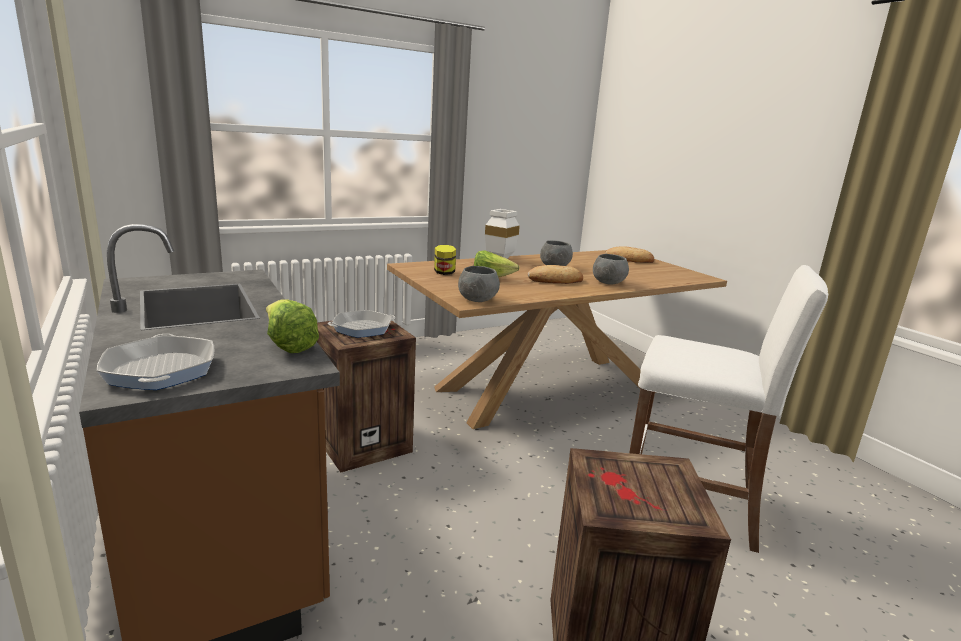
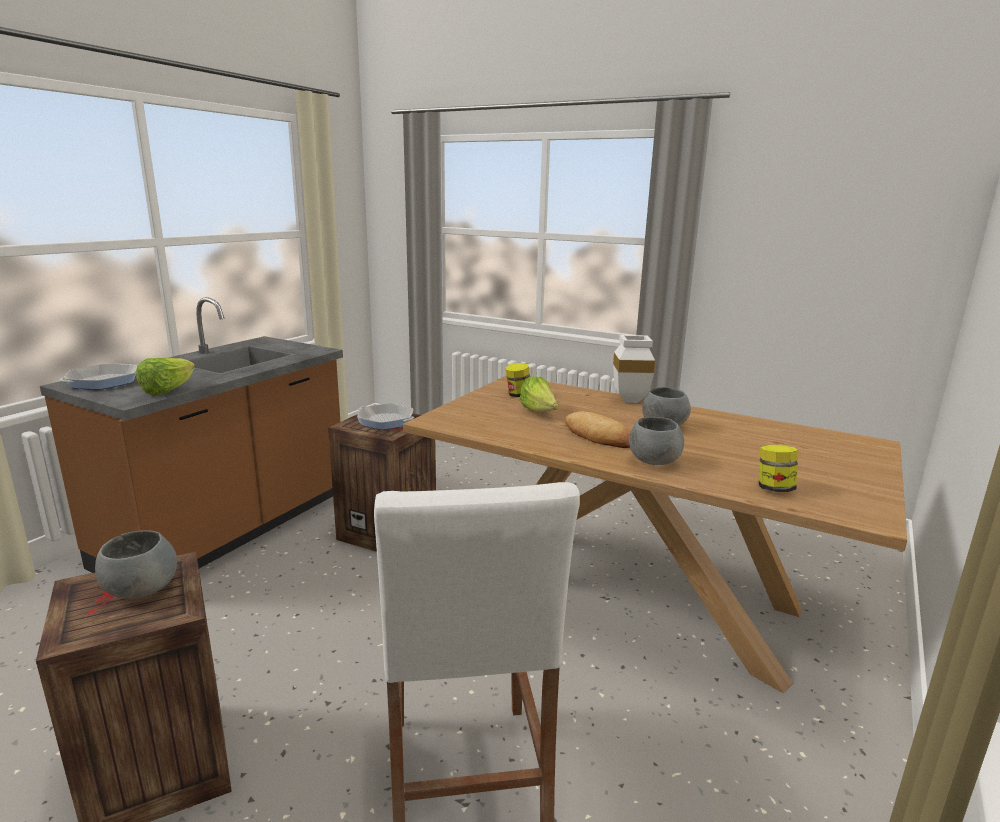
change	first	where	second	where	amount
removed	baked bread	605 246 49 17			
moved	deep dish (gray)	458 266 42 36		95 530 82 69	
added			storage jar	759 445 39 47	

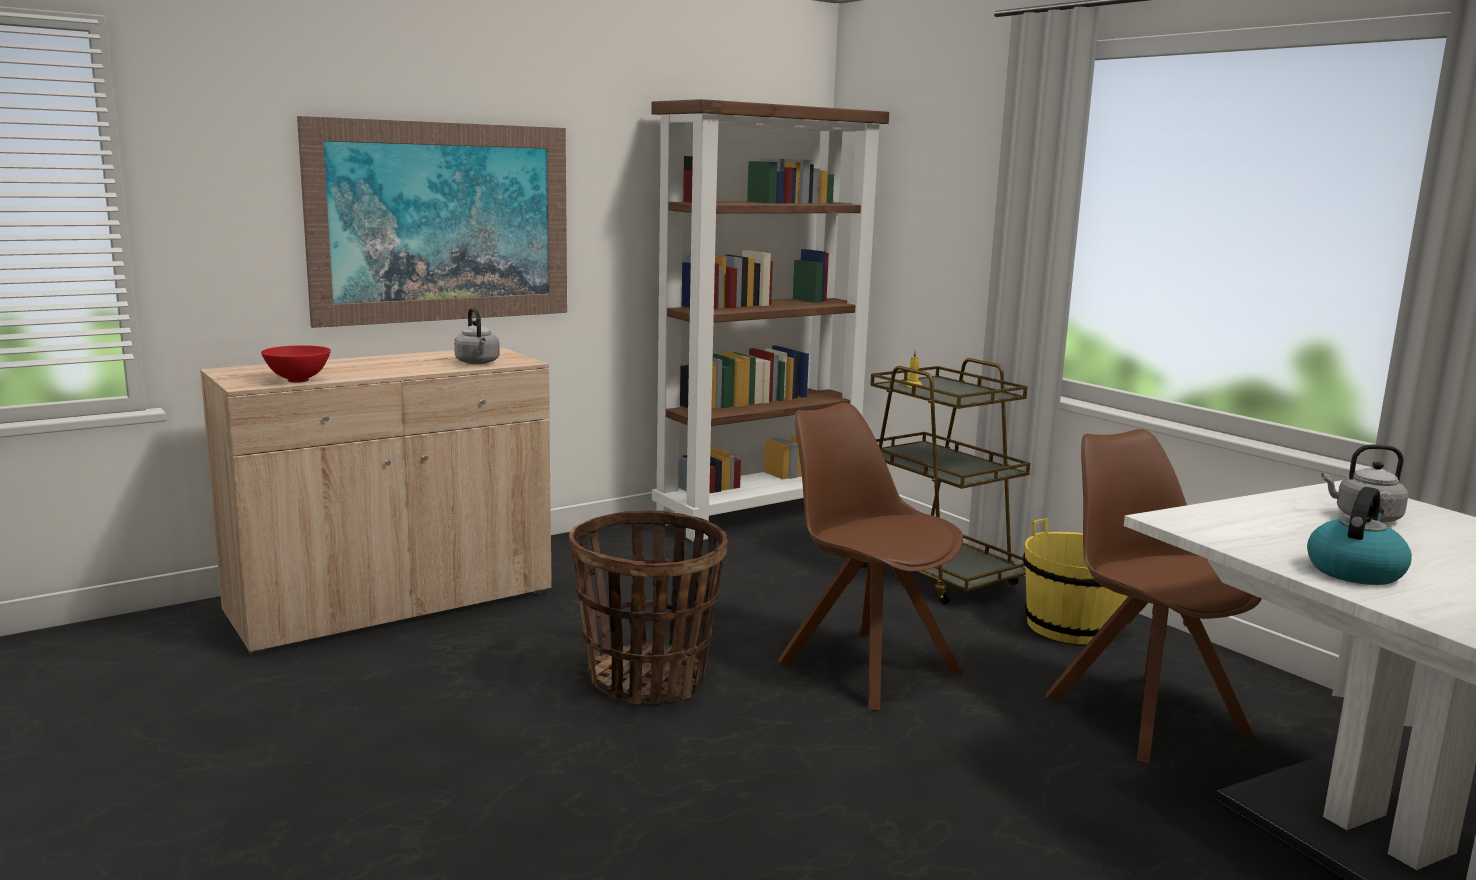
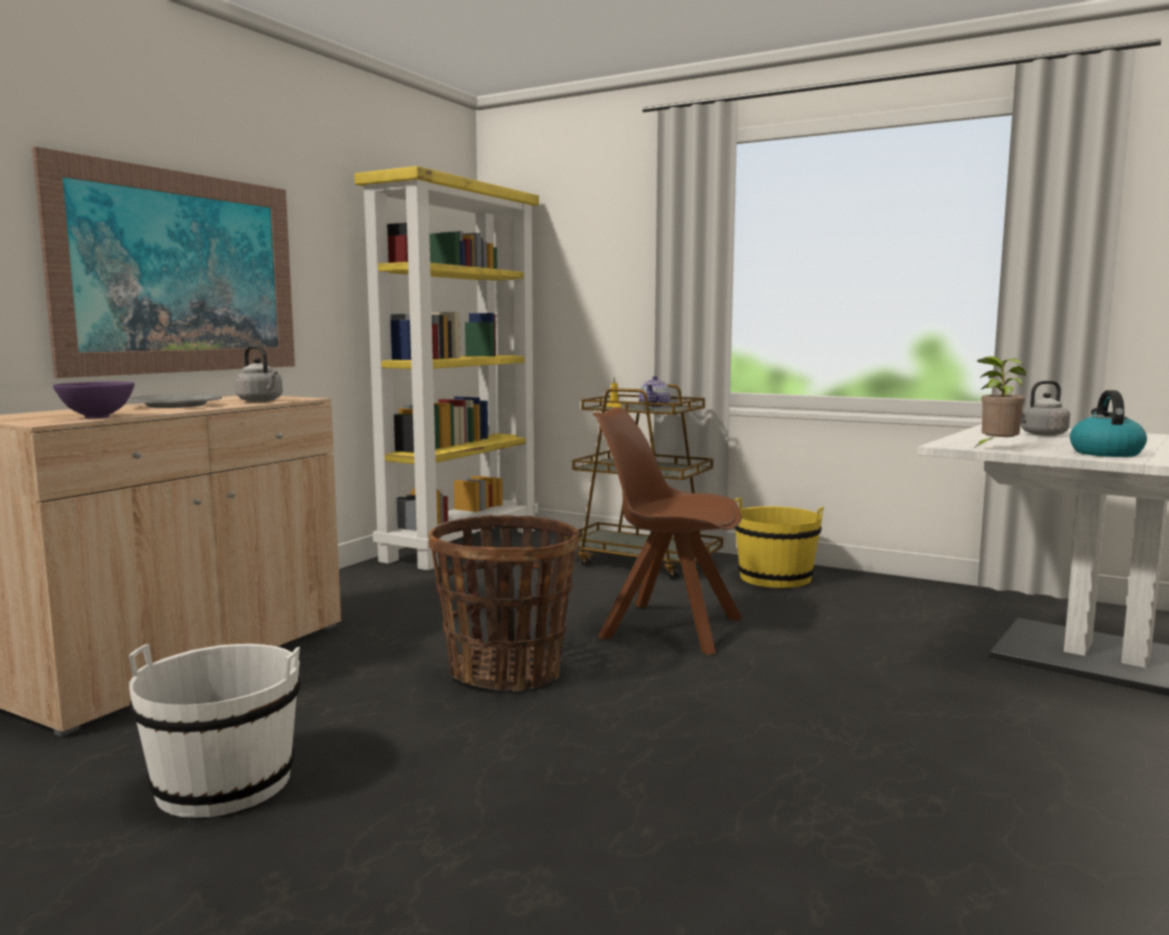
change	first	where	second	where	amount
recoloured	bookshelf (brown-coloured)	651 99 238 443	bookshelf (yellowish)	354 166 185 404	
recoloured	deep dish (red)	261 345 70 38	deep dish (purplish)	53 382 82 37	
removed	upright chair (brown-coloured)	1046 429 216 335			
added			potted plant	976 356 50 91	
added			pot for tea	639 376 32 31	
added			plate (gray)	128 394 94 14	
added			pail (whitish)	128 644 172 174	

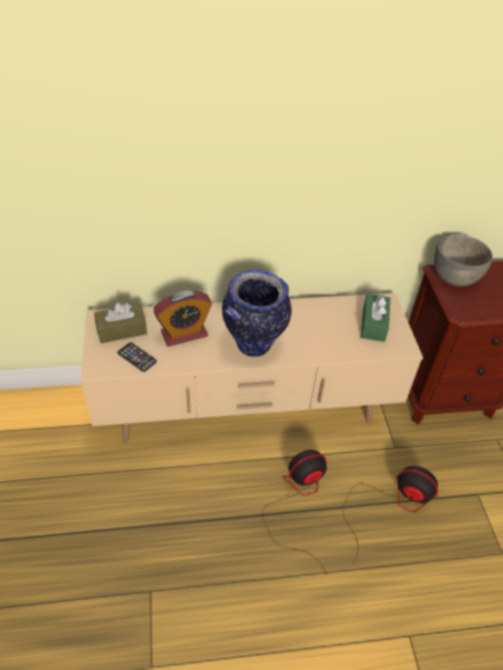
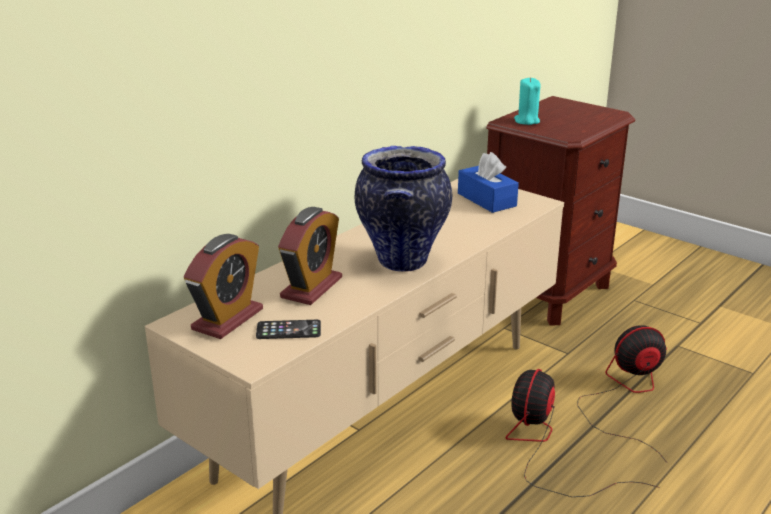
change	first	where	second	where	amount
replaced	deep dish (gray)	434 235 58 51	wax candle (blue-green)	514 77 27 48	
recoloured	tissue holder (green-coloured)	361 293 29 49	tissue holder (bluish)	458 152 61 61	
replaced	tissue holder (brown-coloured)	94 303 53 40	bedside clock	184 234 79 105	

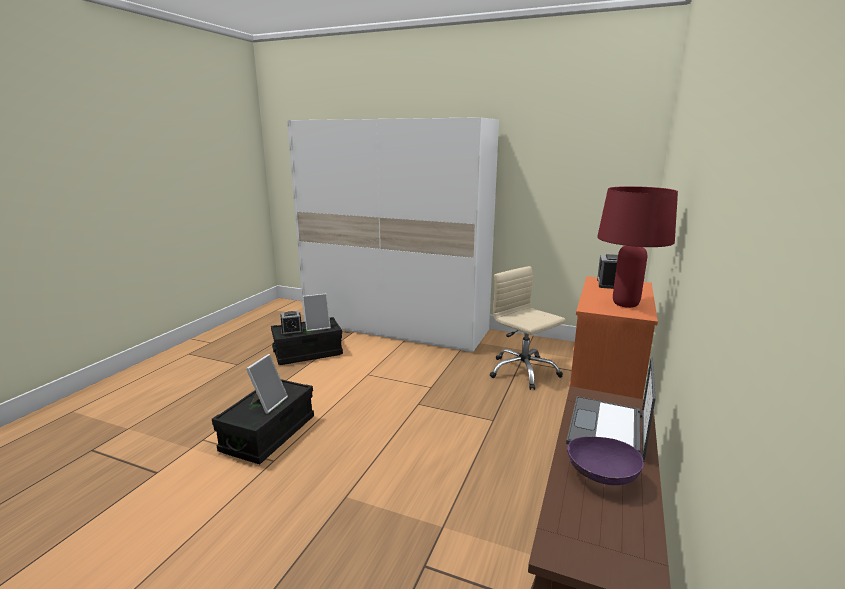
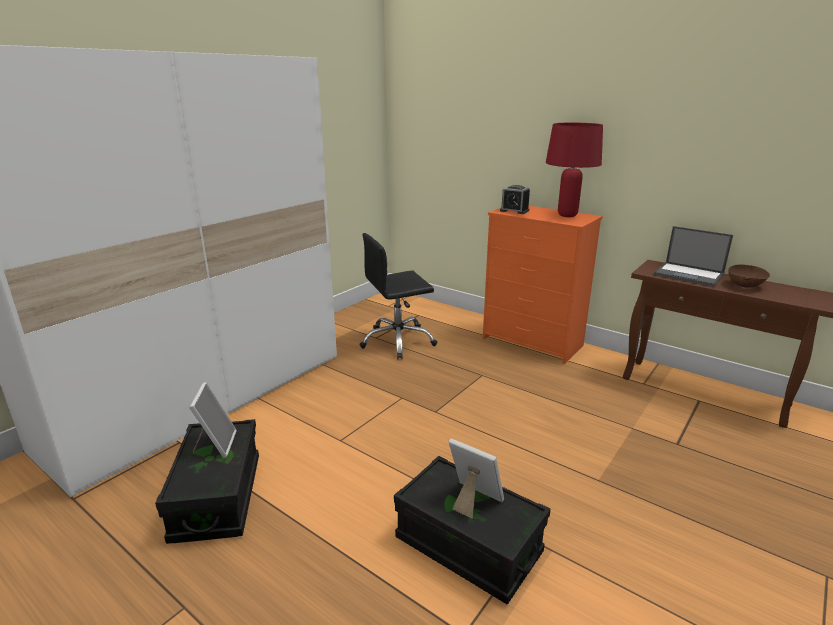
change	first	where	second	where	amount
recoloured	office chair (beige)	490 266 76 124	office chair (blackish)	359 233 78 126	
removed	bedside clock	280 311 23 25			
recoloured	deep dish (purplish)	566 437 78 48	deep dish (brown-coloured)	728 264 42 24	

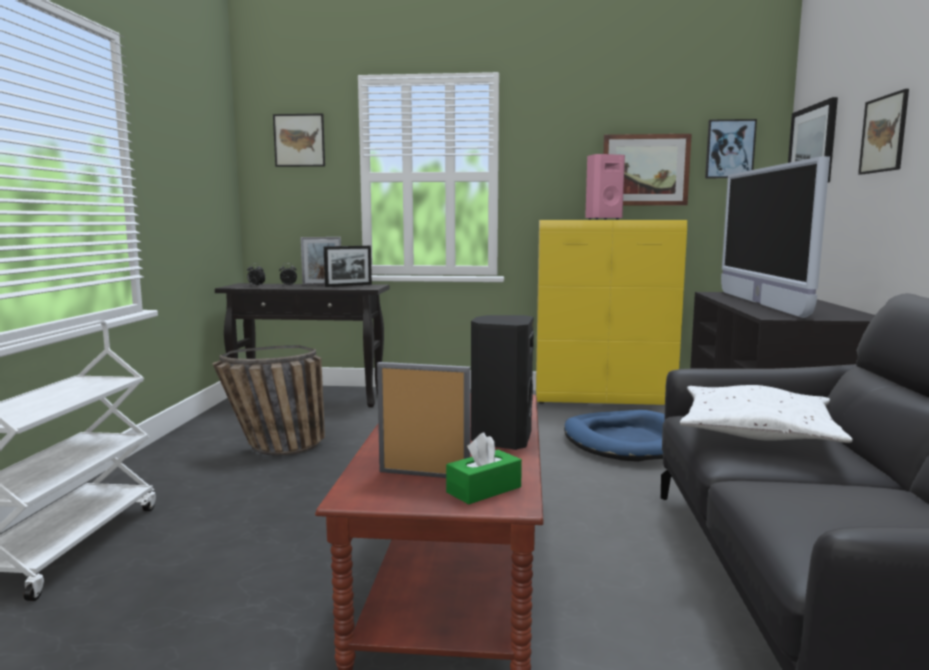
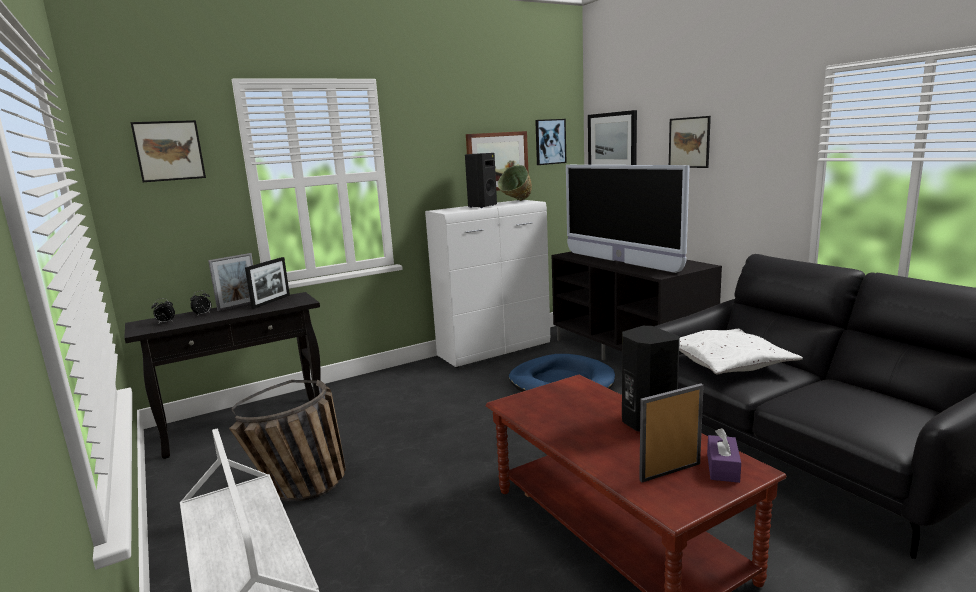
change	first	where	second	where	amount
recoloured	speaker (pink)	585 154 40 66	speaker (blackish)	465 153 32 55	
recoloured	cabinet (yellowish)	536 220 151 185	cabinet (whitish)	425 200 125 168	
recoloured	tissue holder (green-coloured)	446 433 76 71	tissue holder (purplish)	707 428 34 55	
added			deep dish (green-coloured)	498 165 34 36	

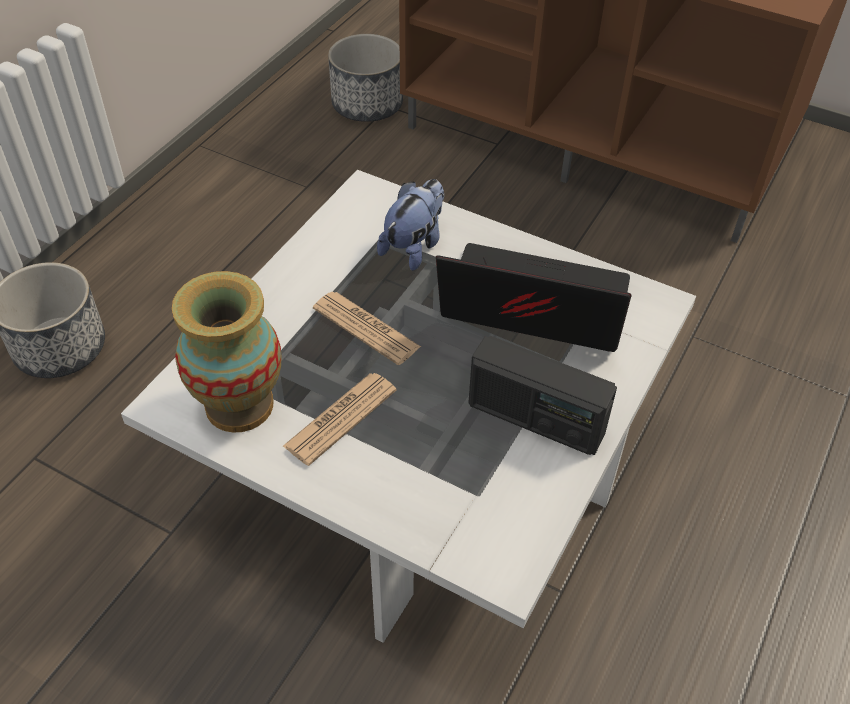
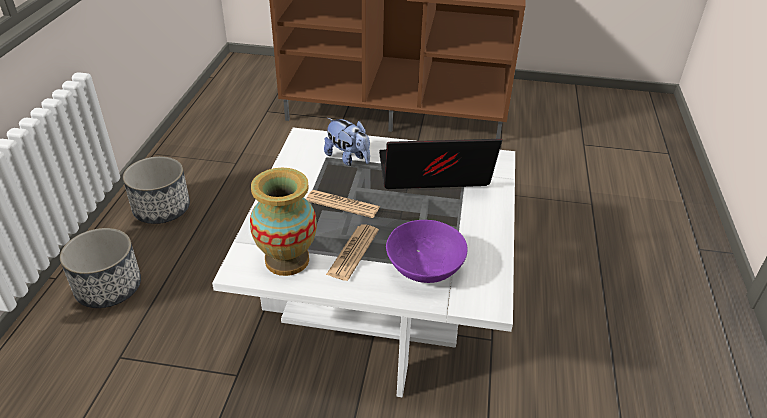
change	first	where	second	where	amount
moved	flower pot	328 34 75 88		123 156 67 68	
turned	plush toy	377 179 67 92		324 118 46 48	120 degrees clockwise
removed	radio receiver	468 336 149 119			
added			deep dish (purplish)	386 220 81 63	

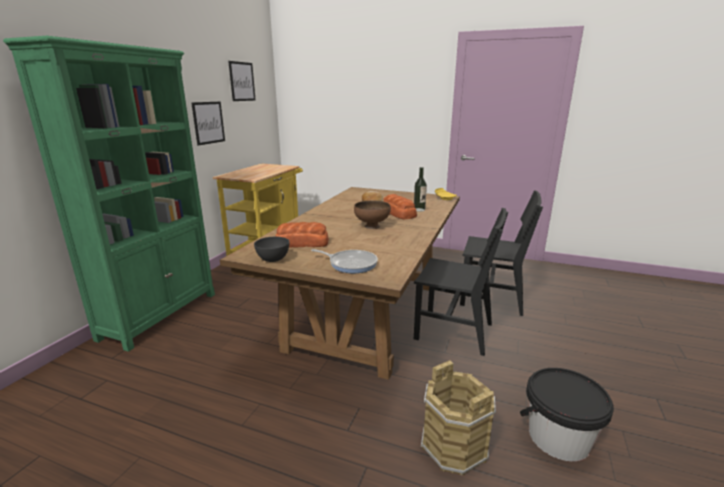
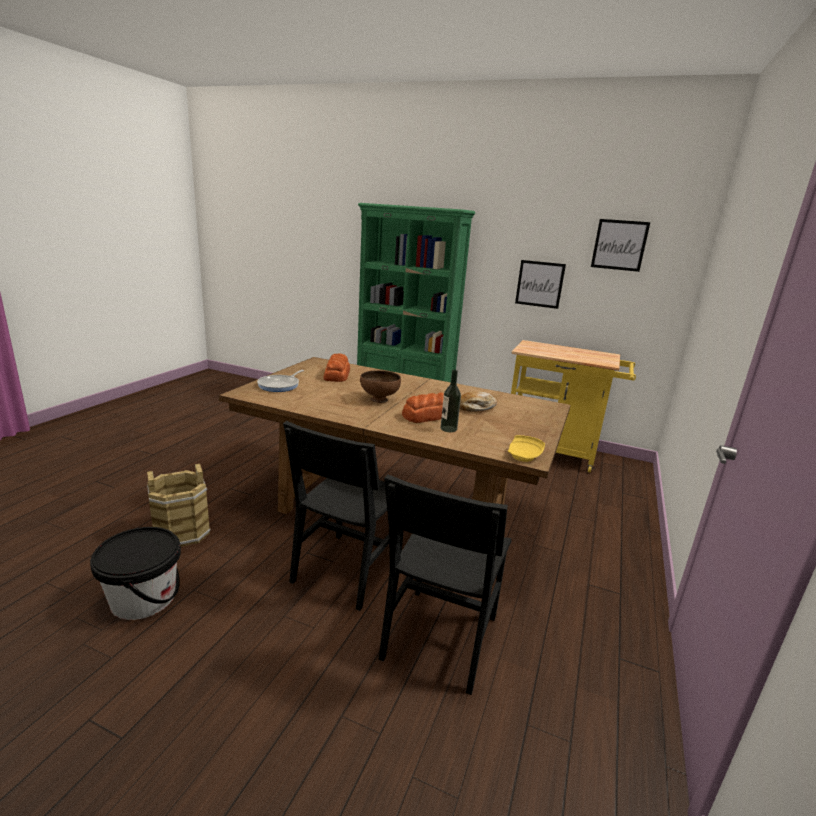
change	first	where	second	where	amount
removed	deep dish (gray)	254 237 35 25			

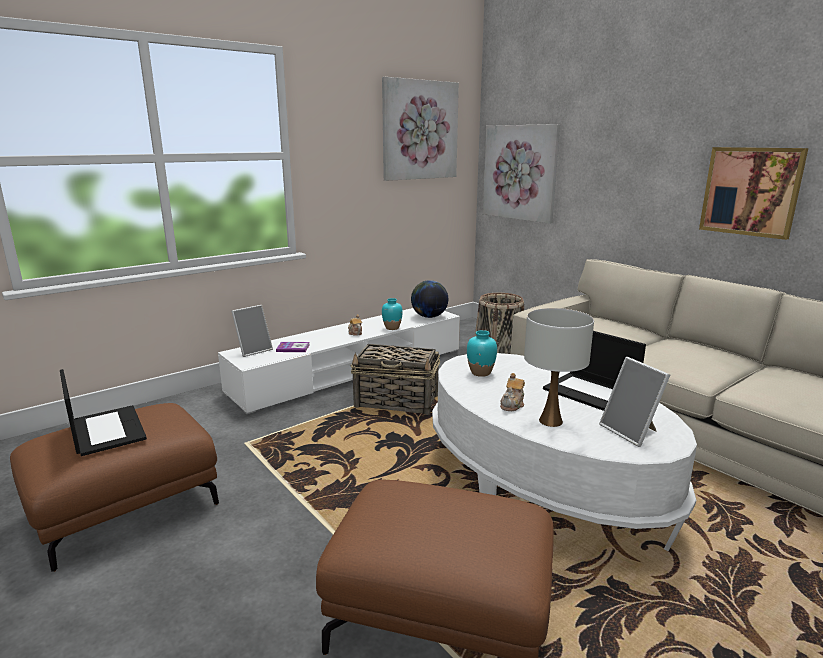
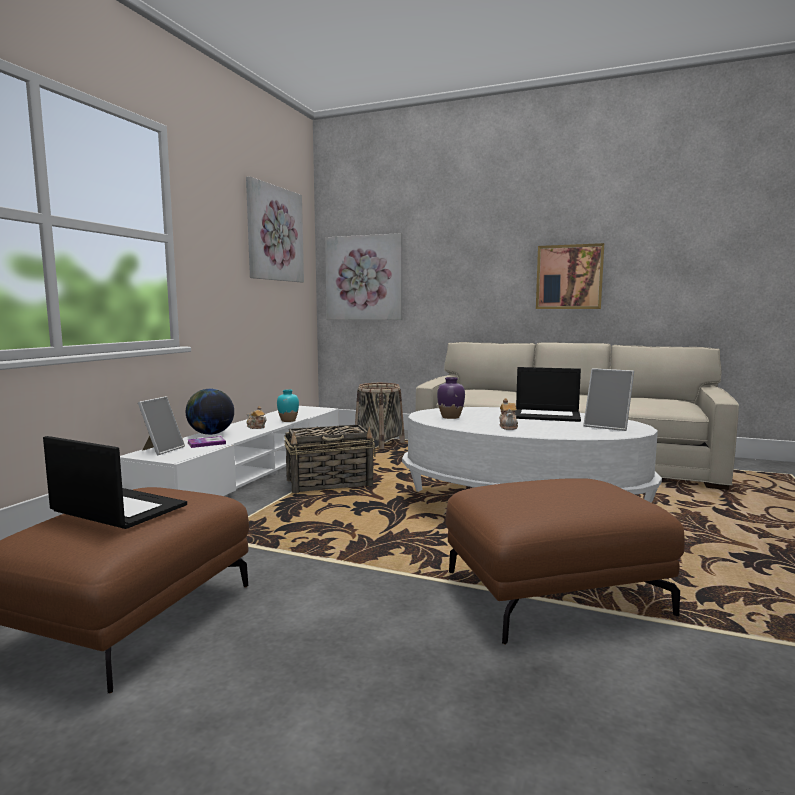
change	first	where	second	where	amount
moved	globe	411 280 37 38		186 389 48 46	
removed	lamp for a table (whitish)	524 308 70 119			
recoloured	decorative vase (blue-green)	467 330 30 47	decorative vase (purplish)	437 377 28 42	

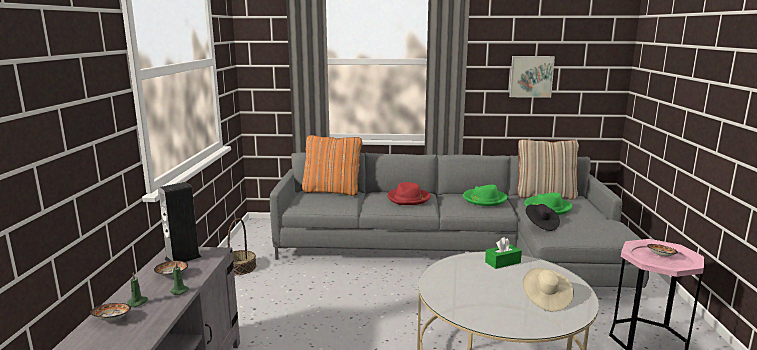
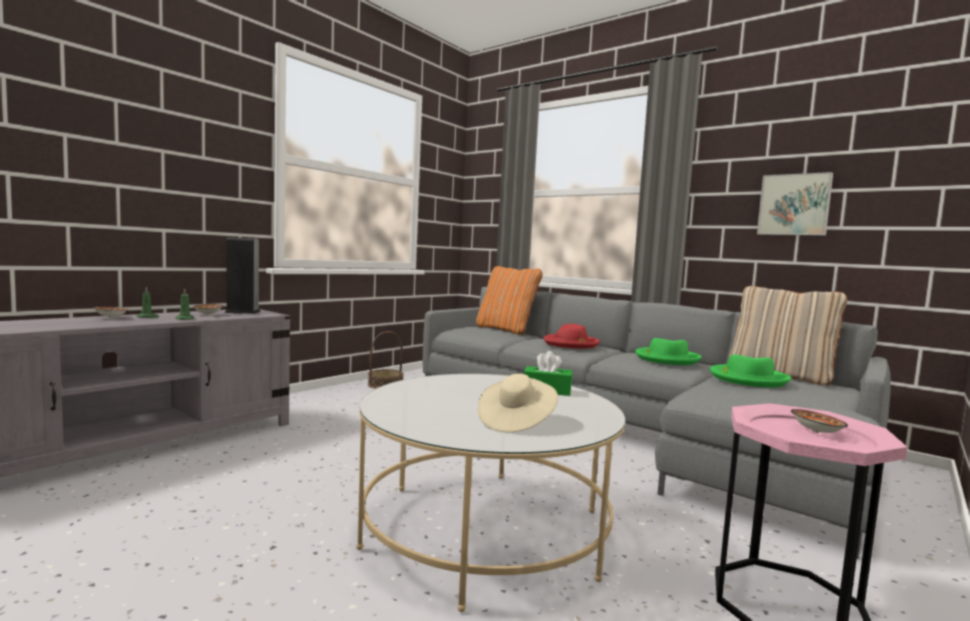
change	first	where	second	where	amount
removed	hat (blackish)	526 204 34 27			

